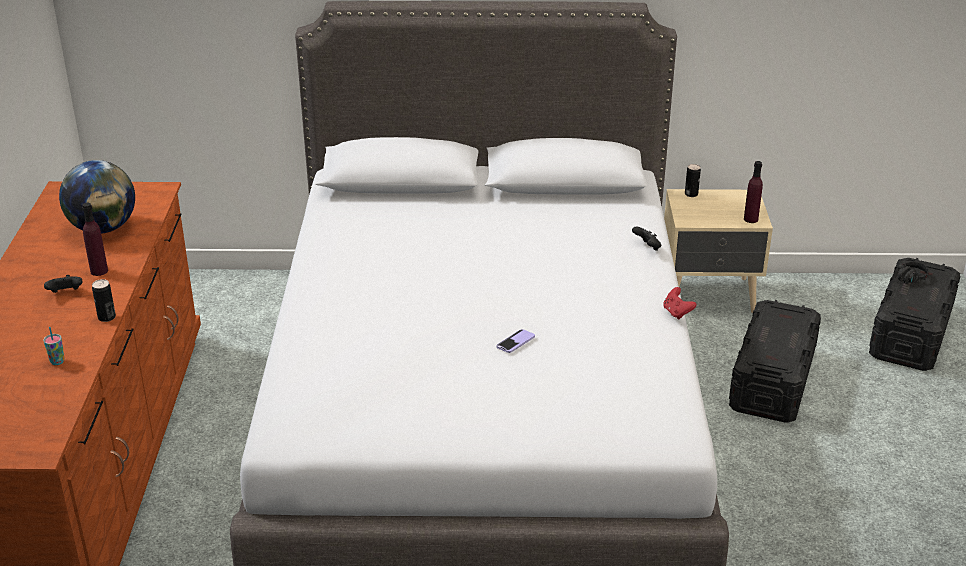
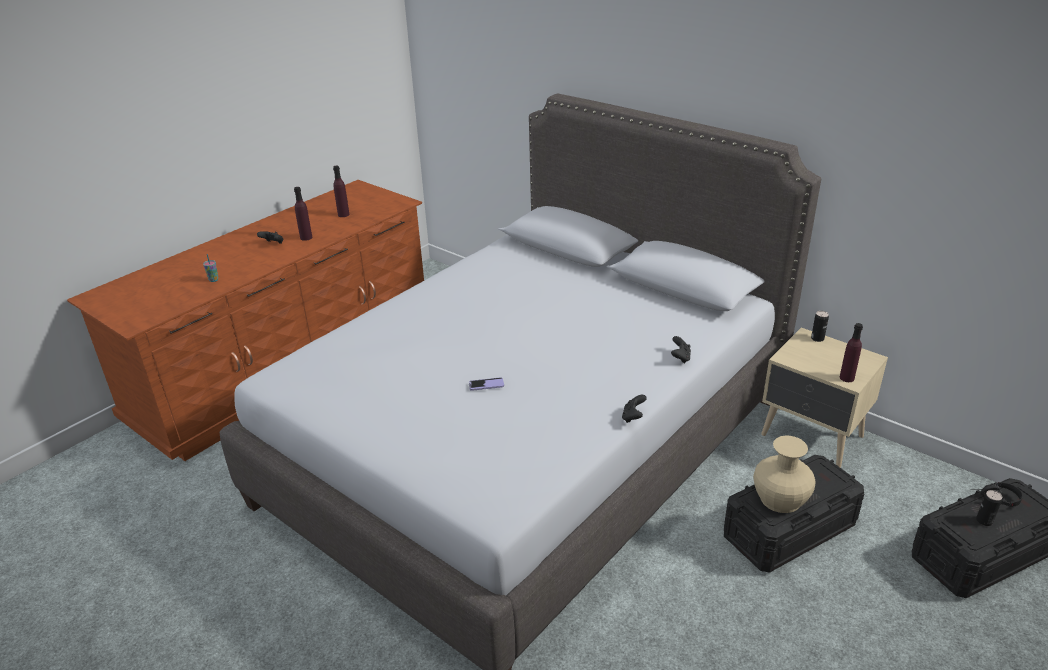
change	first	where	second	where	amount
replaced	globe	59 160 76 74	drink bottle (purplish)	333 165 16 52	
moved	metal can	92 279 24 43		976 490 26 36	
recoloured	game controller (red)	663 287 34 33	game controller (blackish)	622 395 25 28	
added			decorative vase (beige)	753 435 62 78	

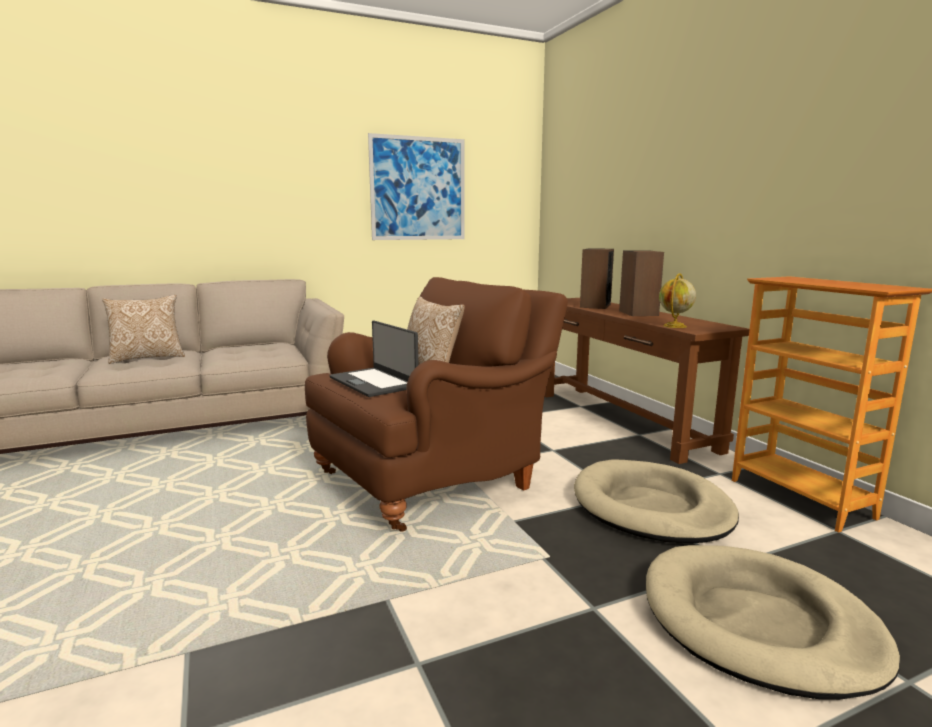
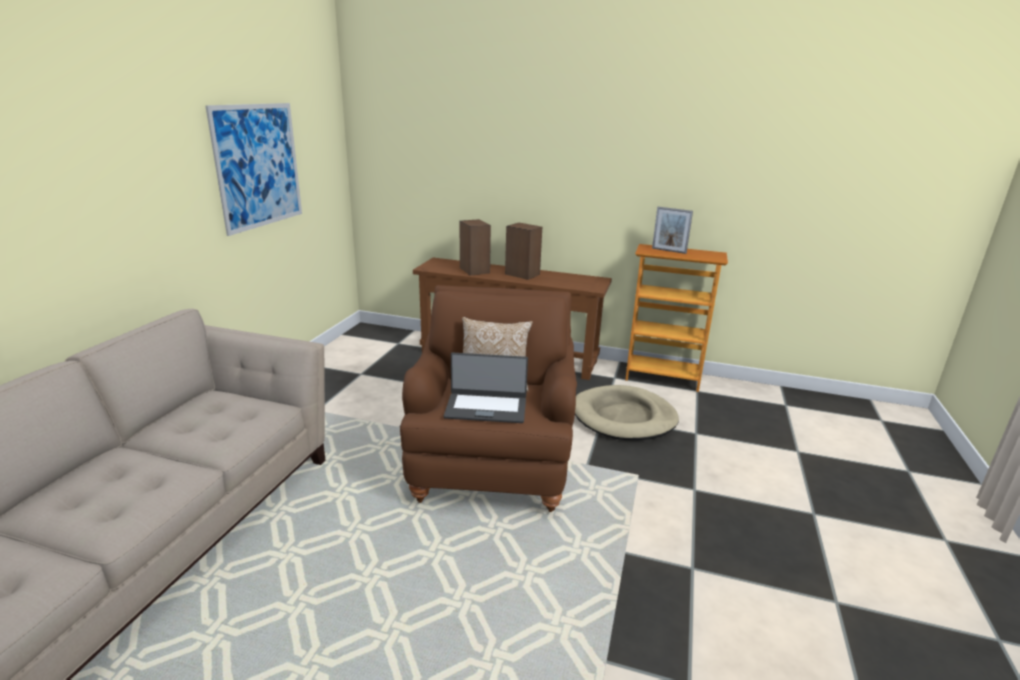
change	first	where	second	where	amount
removed	globe	659 273 37 55			
removed	pillow	102 295 83 69			
removed	dog cushion (beige)	646 545 254 155			
added			picture frame	652 207 41 47	

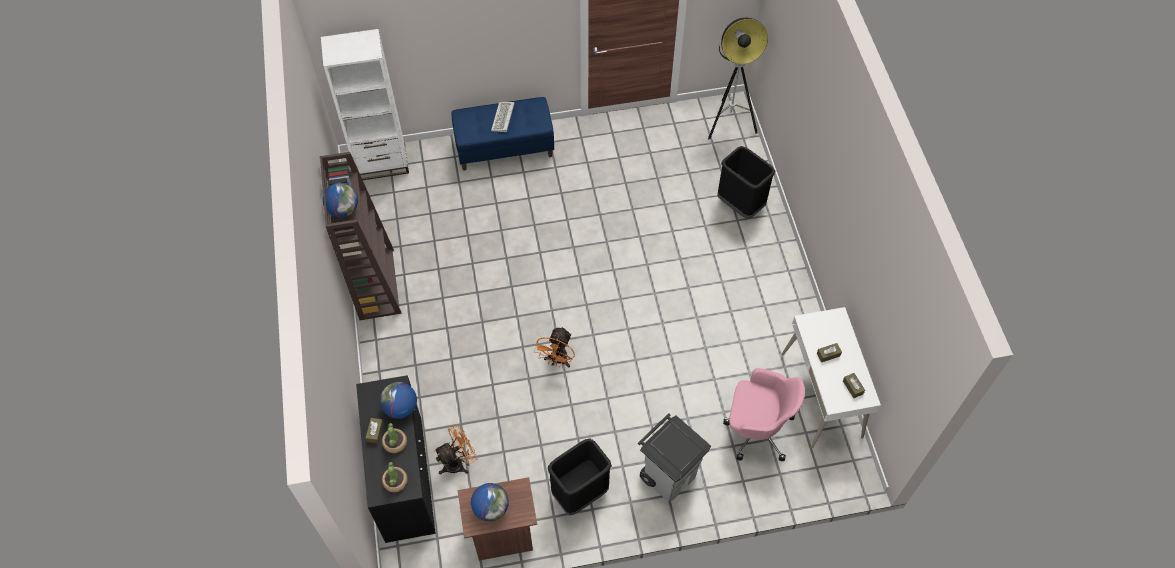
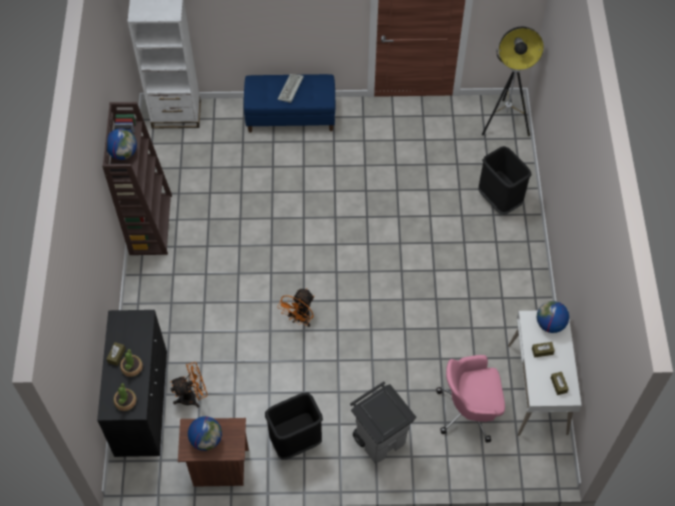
change	first	where	second	where	amount
turned	office chair (pink)	723 368 82 93		436 355 69 87	150 degrees clockwise
moved	globe	380 382 37 37		537 301 32 32	

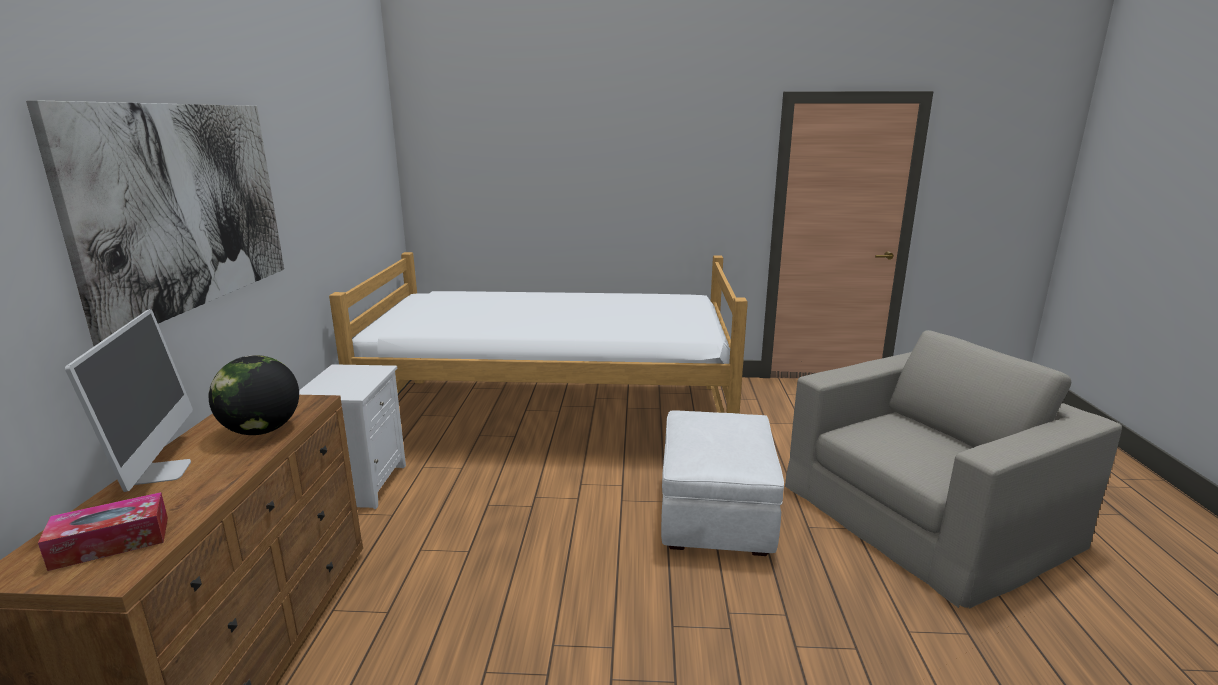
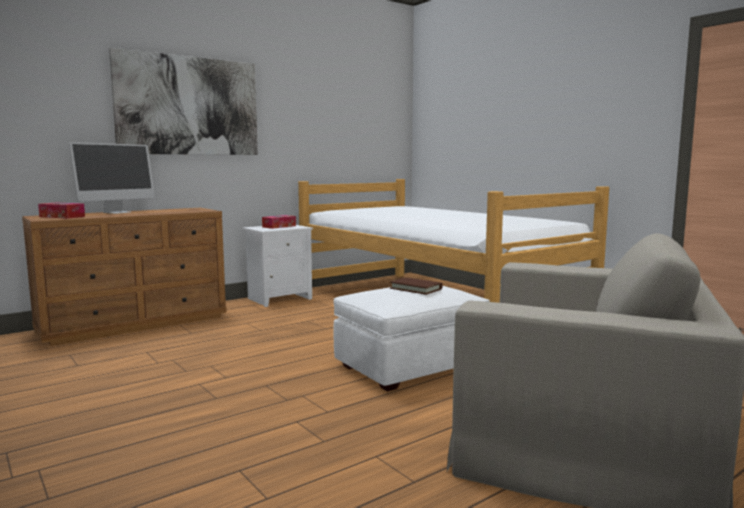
change	first	where	second	where	amount
removed	globe	209 355 90 80			
added			tissue holder	262 215 34 14	
added			volume (brown-coloured)	390 277 53 18	

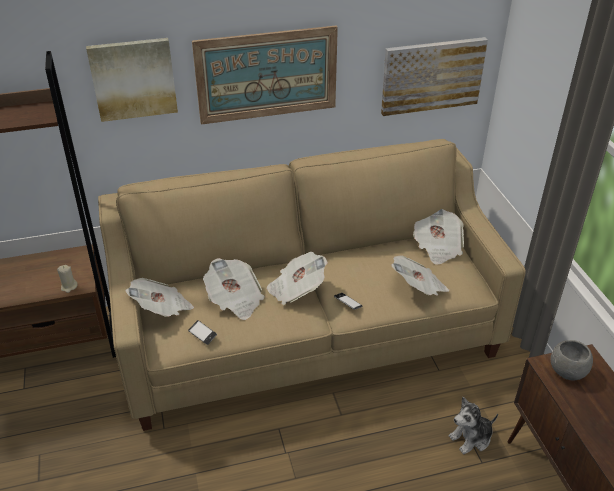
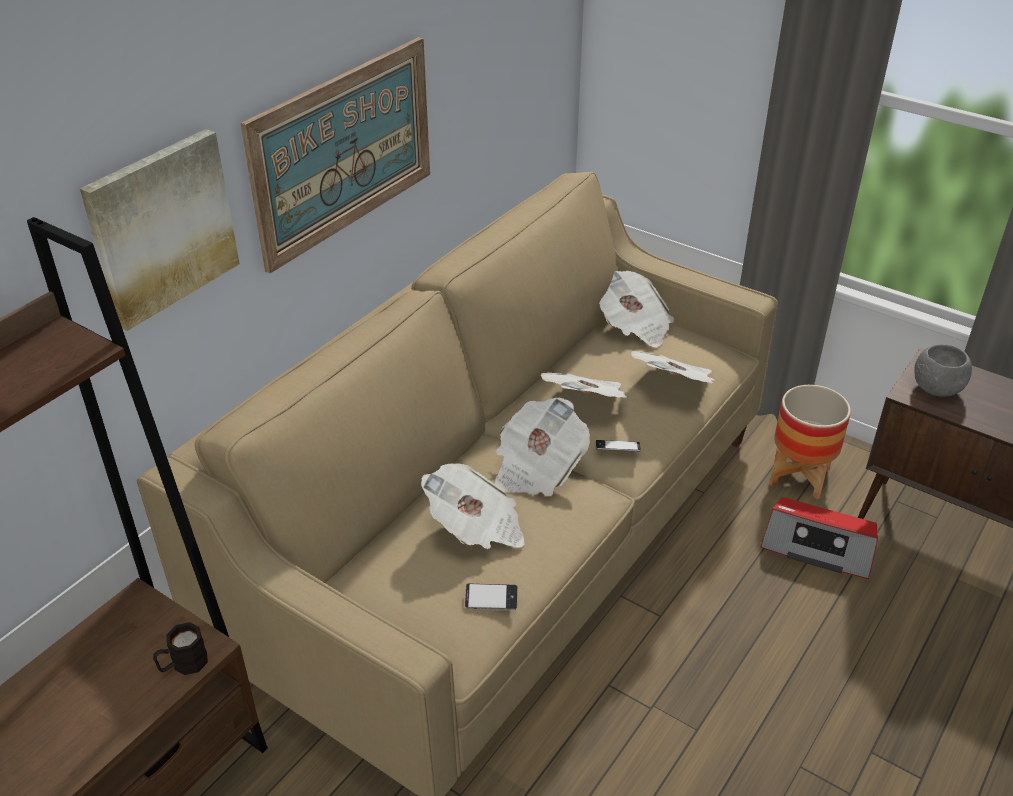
change	first	where	second	where	amount
removed	wall picture	381 37 107 79			
replaced	wax candle (beige)	57 265 20 28	tea mug (blackish)	153 622 55 53	
moved	printed paper	125 278 69 39		541 373 87 25	
replaced	plush toy	449 397 49 57	radio receiver	761 497 117 82	
added			flower pot	770 385 81 114	

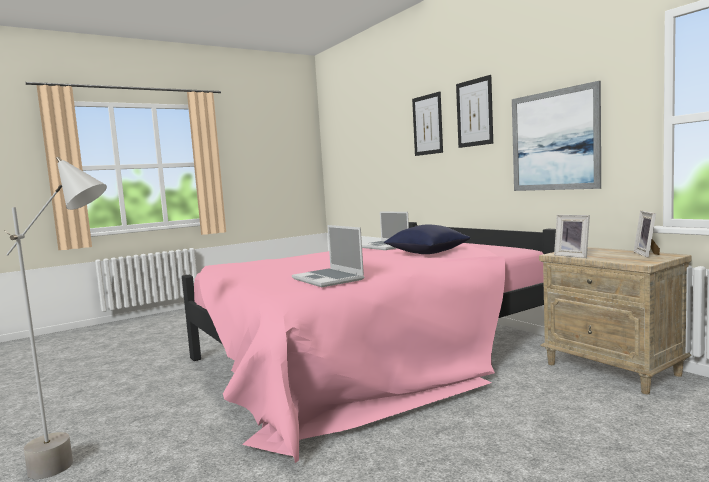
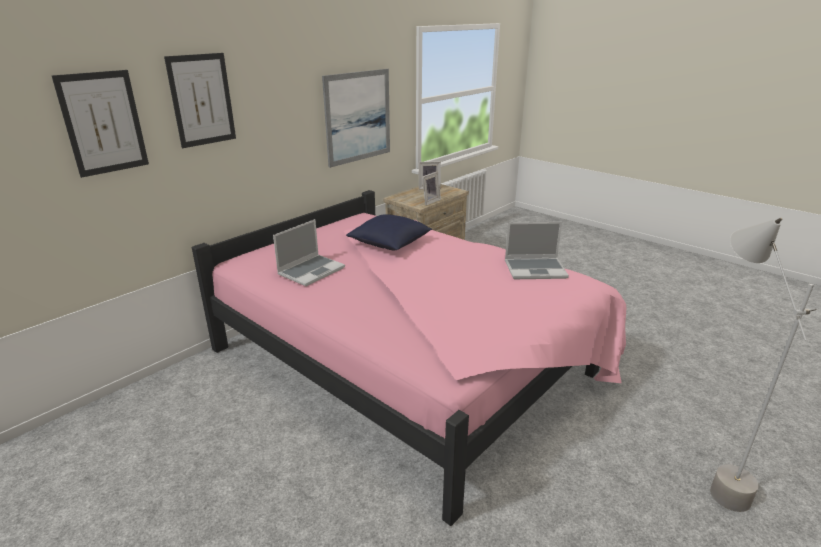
change	first	where	second	where	amount
moved	wall picture	456 75 37 73		52 70 97 108	
turned	laptop	292 225 72 62		505 222 64 57	45 degrees clockwise

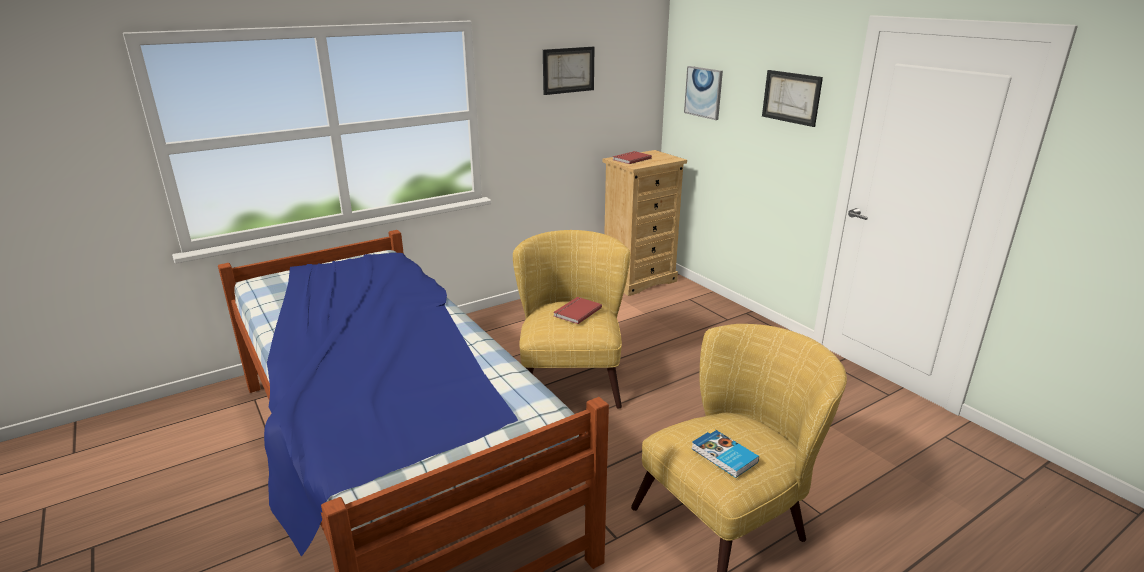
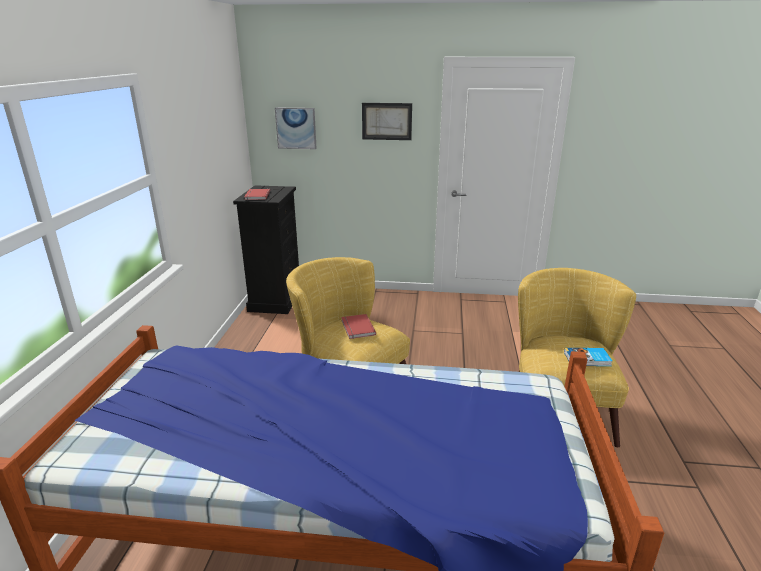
change	first	where	second	where	amount
removed	wall picture	543 47 51 48			
recoloured	chest of drawers (beige)	603 150 84 146	chest of drawers (blackish)	233 185 66 129	

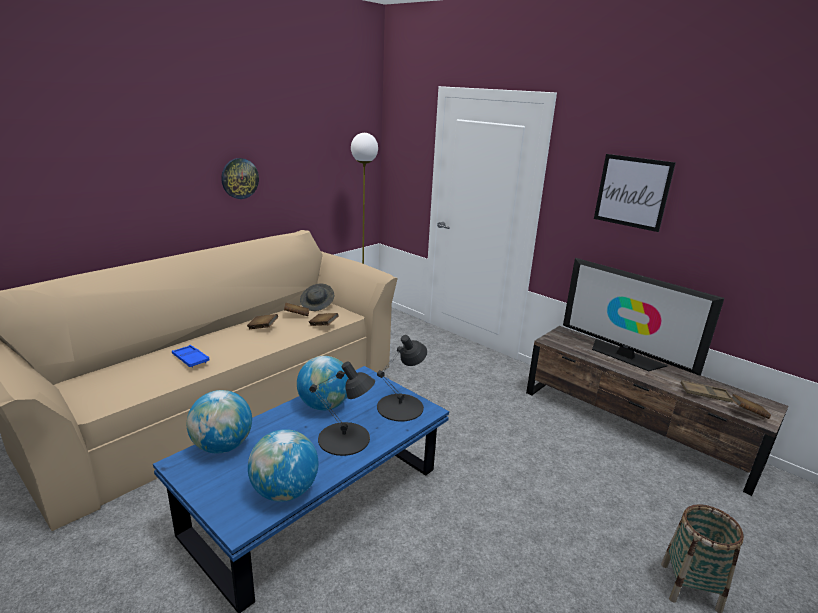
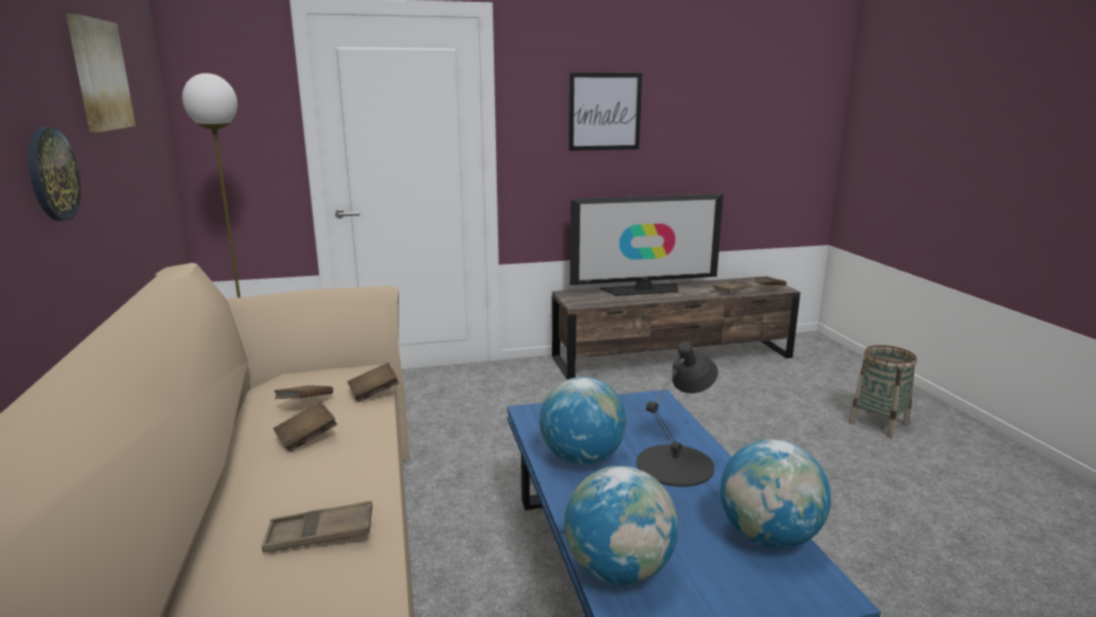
change	first	where	second	where	amount
removed	hat (gray)	300 283 34 28			
removed	lamp for a table (blackish)	377 335 50 86			
recoloured	carrying tray (bluish)	172 345 38 22	carrying tray (brown-coloured)	262 501 111 51	
added			wall picture	66 14 70 118	

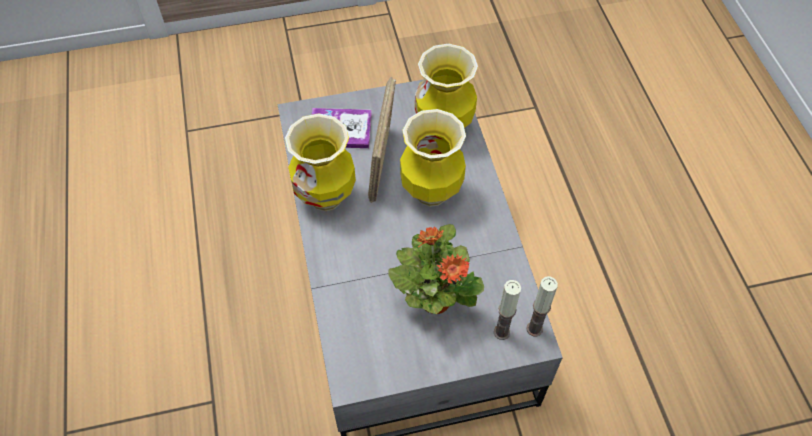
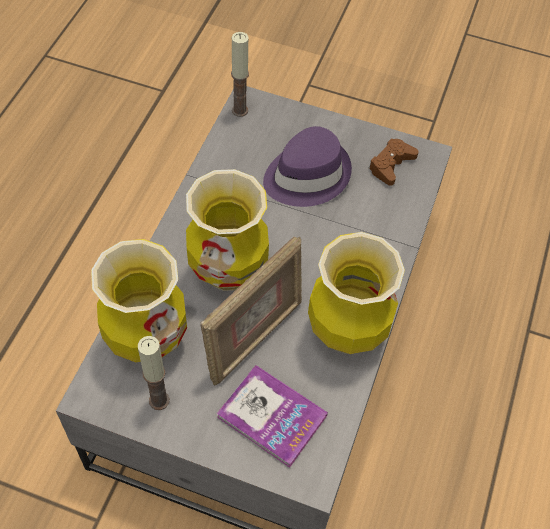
change	first	where	second	where	amount
replaced	potted plant	388 224 96 90	hat (purplish)	263 126 89 81	
moved	wax candle	494 280 27 60		138 336 32 74	
added			game controller (brown-coloured)	369 138 50 48	

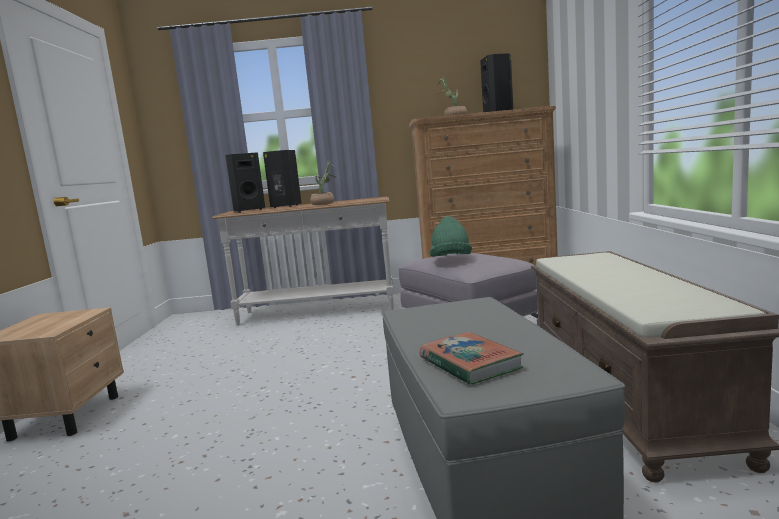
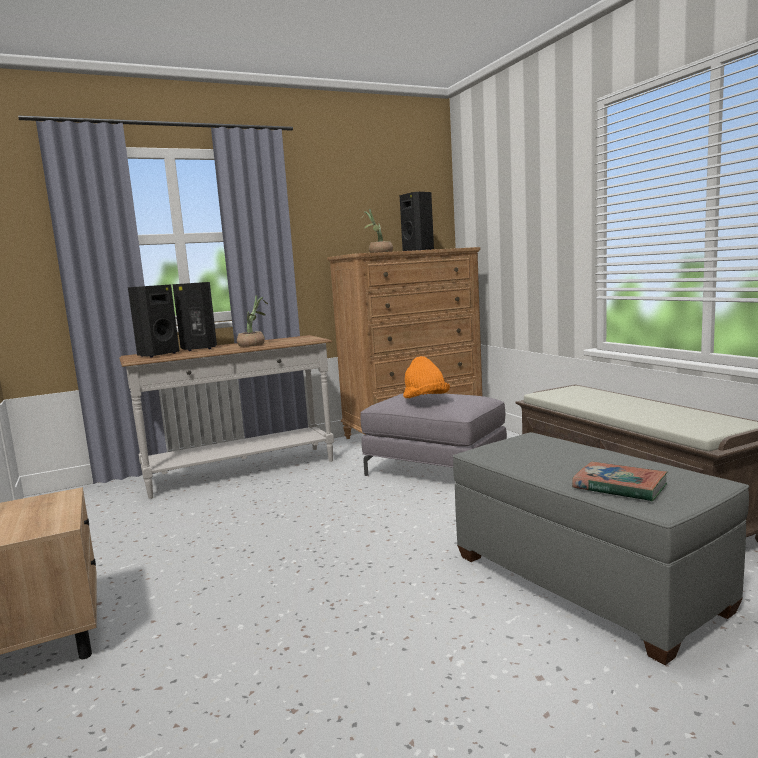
change	first	where	second	where	amount
recoloured	hat (green-coloured)	430 216 42 41	hat (orange)	403 356 47 42	

